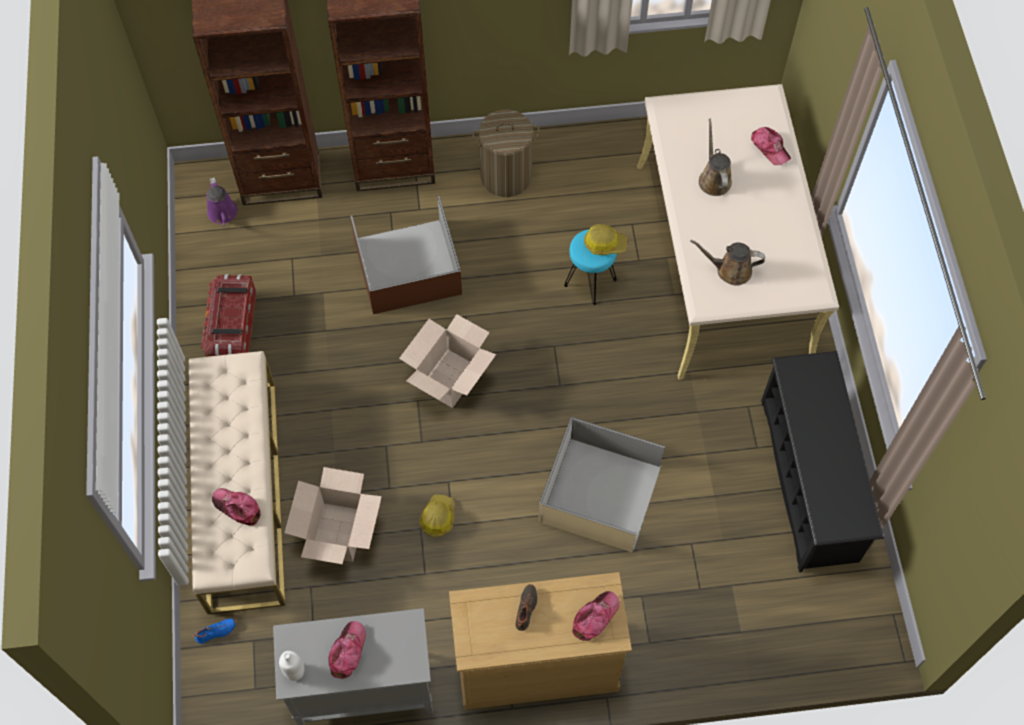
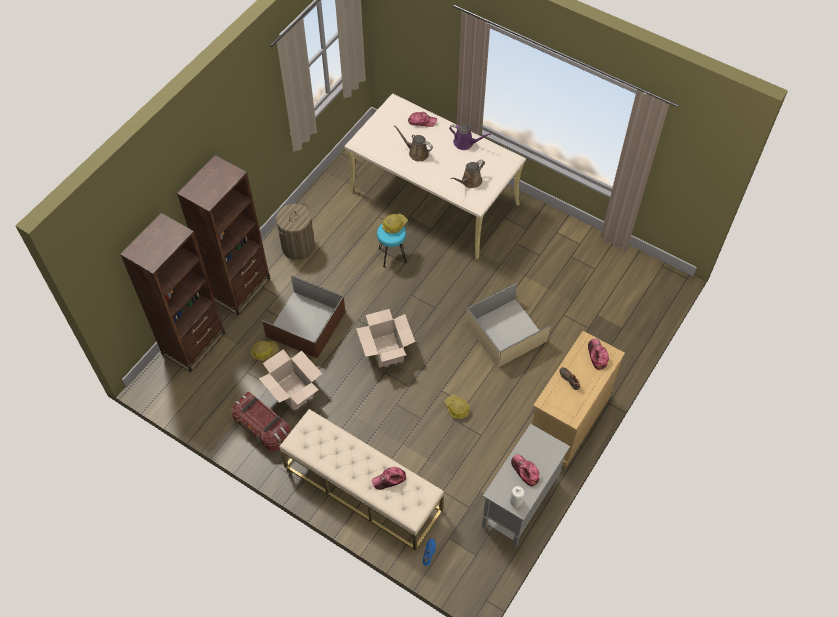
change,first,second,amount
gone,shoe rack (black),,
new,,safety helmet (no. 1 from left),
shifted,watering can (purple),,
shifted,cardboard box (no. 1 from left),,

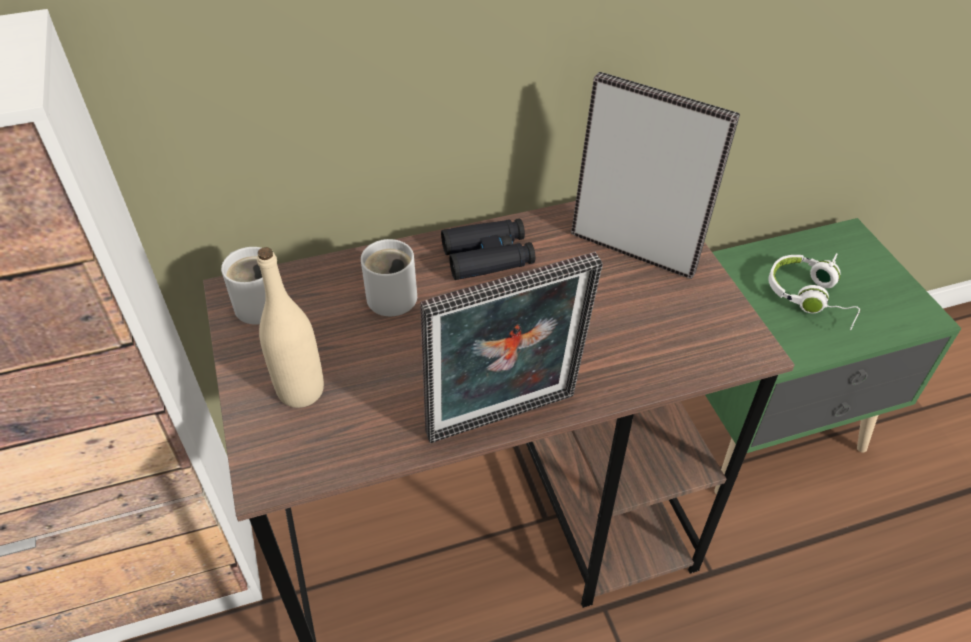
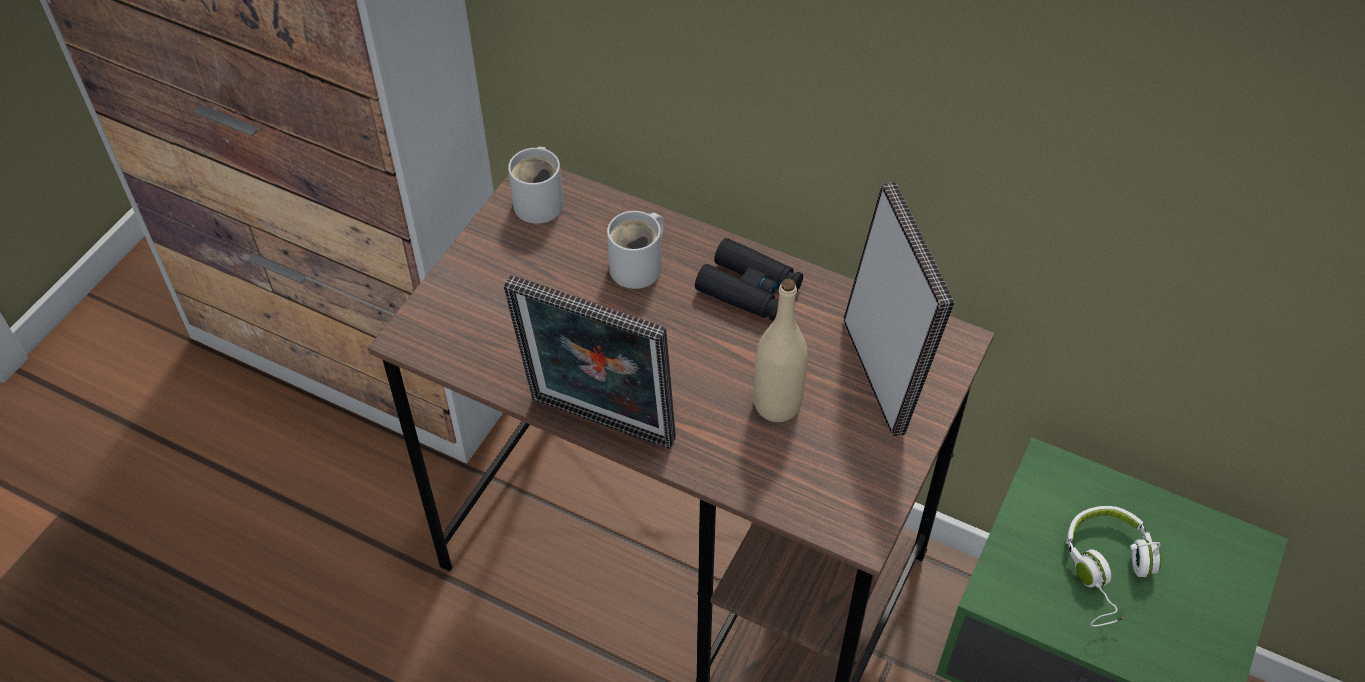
change,first,second,amount
shifted,bottle (sand-coloured),,

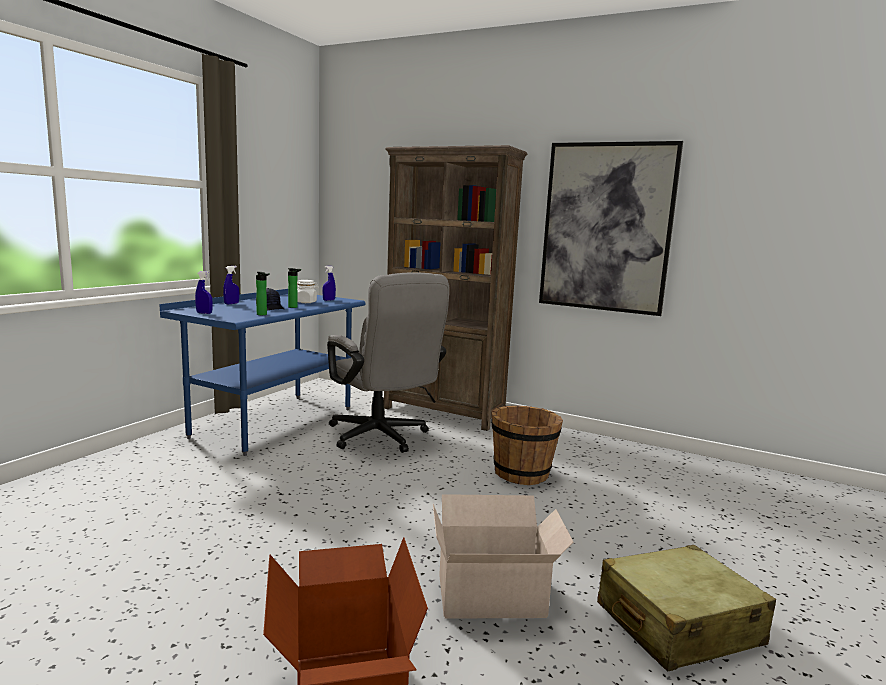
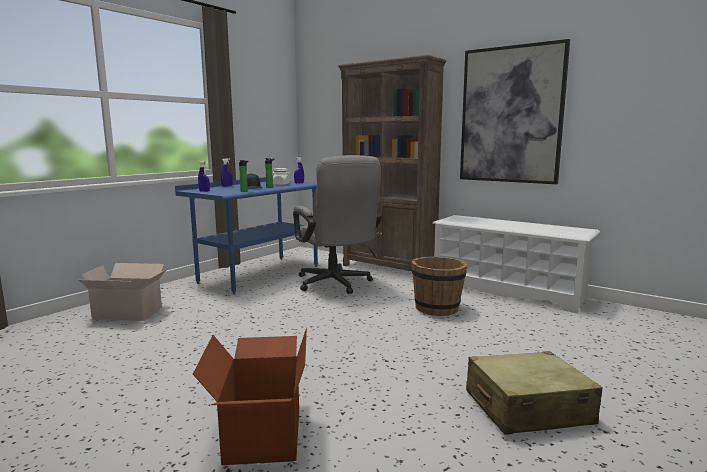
change,first,second,amount
new,,shoe rack (white),
shifted,cardboard box (no. 2 from left in the first image),cardboard box (no. 1 from left),

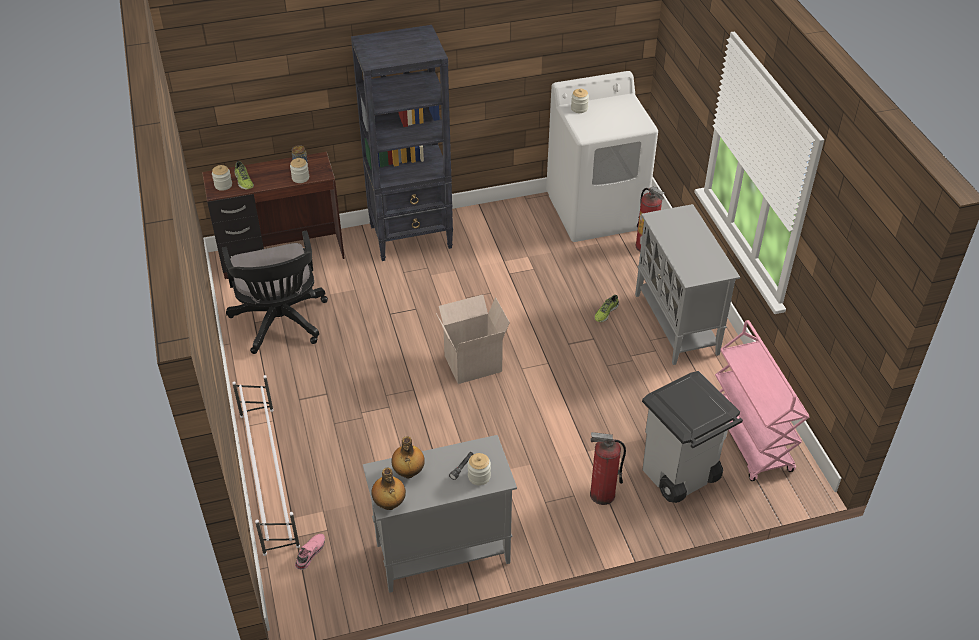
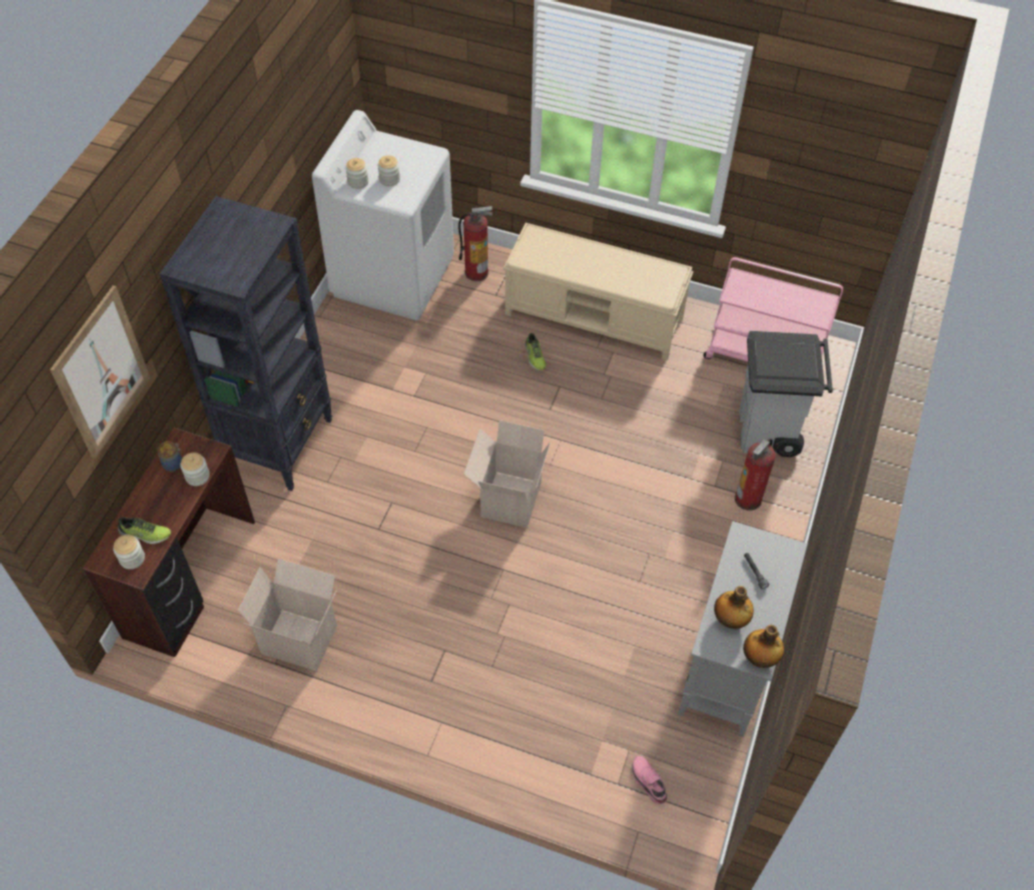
change,first,second,amount
gone,shoe rack (white),,
new,,wall art,
shifted,preserve jar (no. 4 from left in the first image),preserve jar (no. 5 from left),
swapped,office chair (black),cardboard box (no. 1 from left),
swapped,cupboard (gray) (no. 2 from left),bench (sand-coloured),

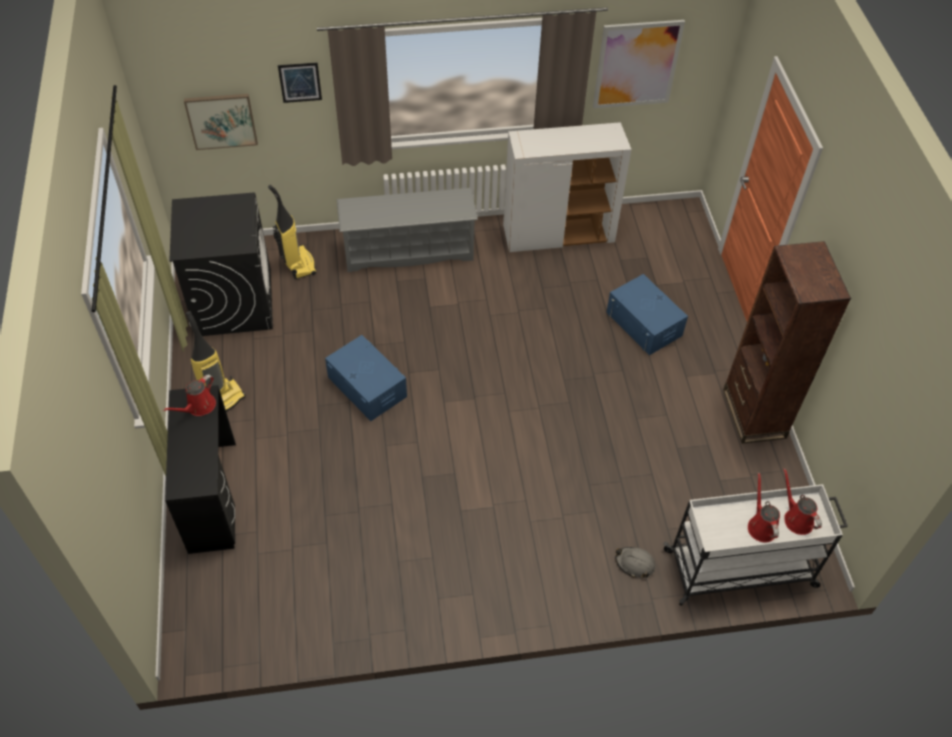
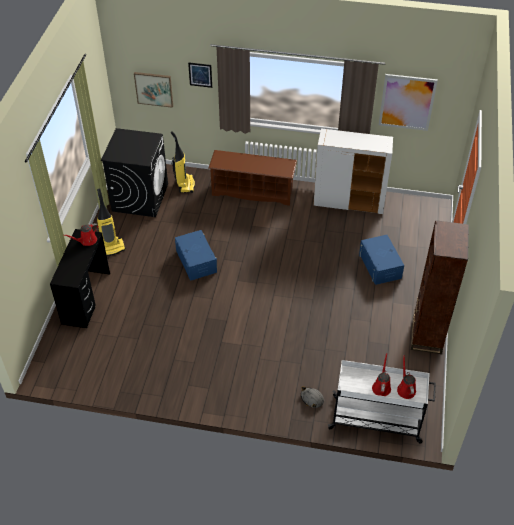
change,first,second,amount
repainted,shoe rack (gray),shoe rack (brown-coloured),

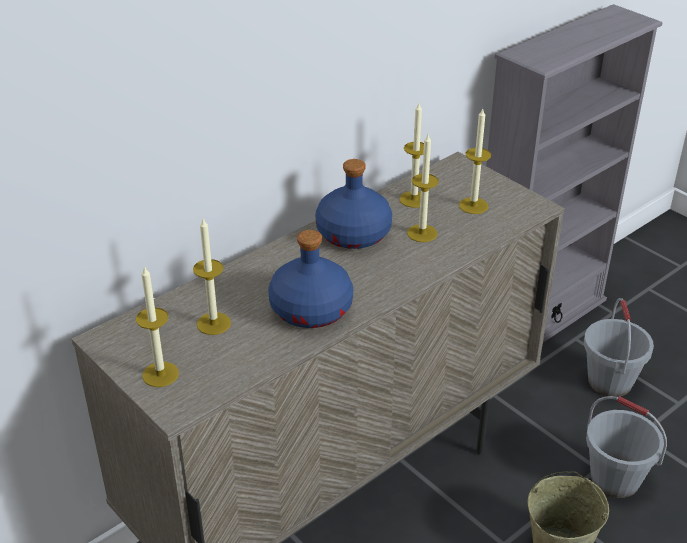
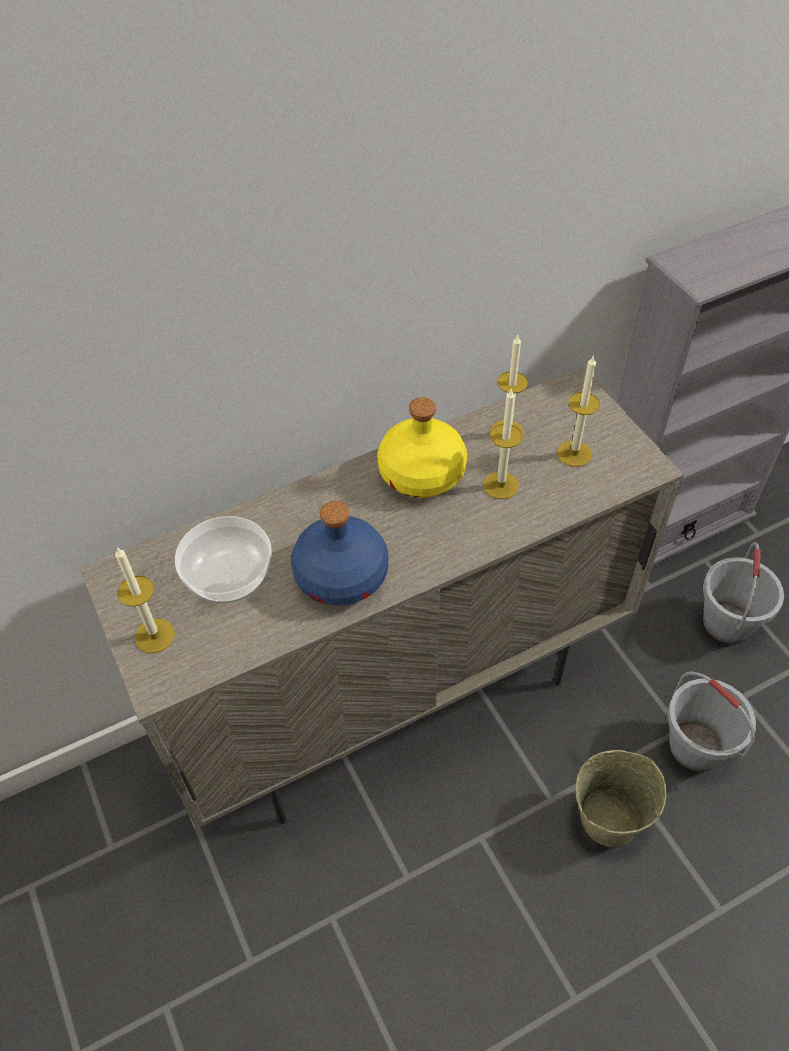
change,first,second,amount
swapped,wax light (no. 2 from left),serving bowl,
repainted,bottle (blue) (no. 2 from left),bottle (yellowish),

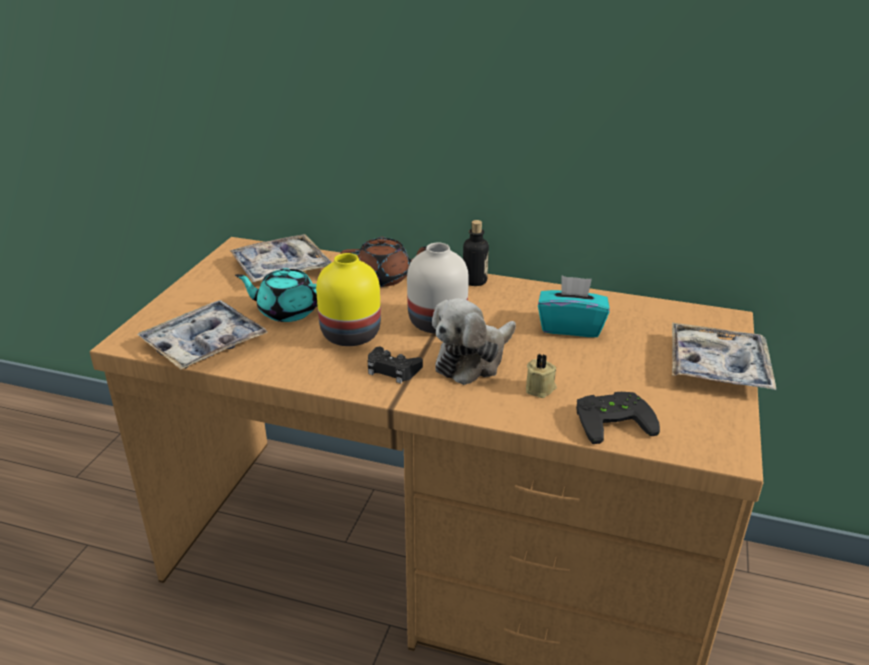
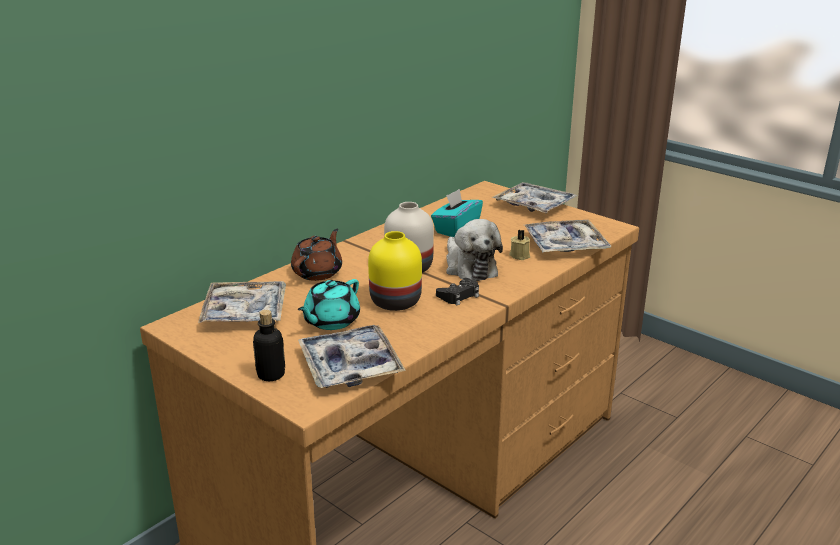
change,first,second,amount
shifted,bottle,,
swapped,gamepad (black) (no. 2 from left),tray (no. 4 from left),

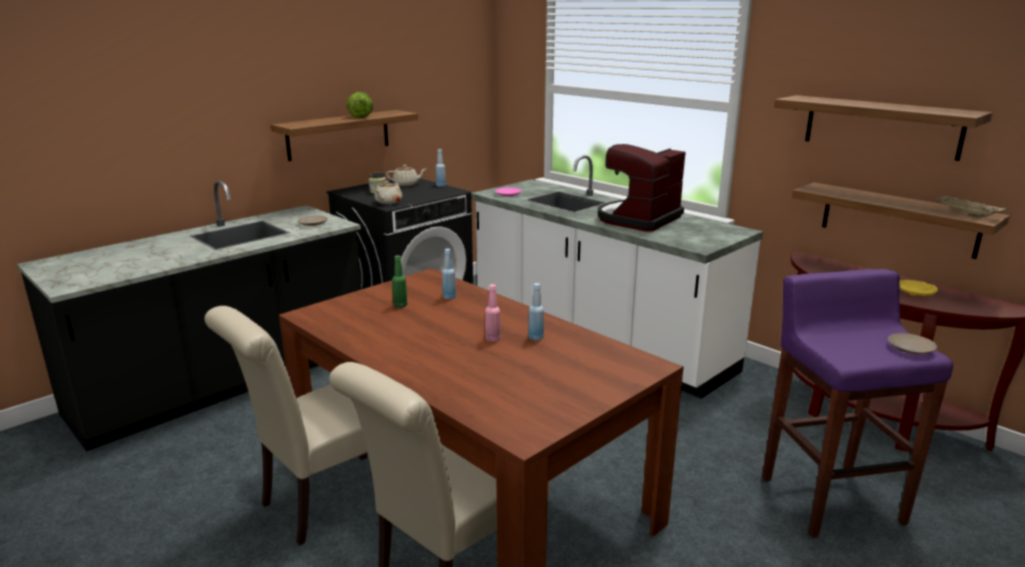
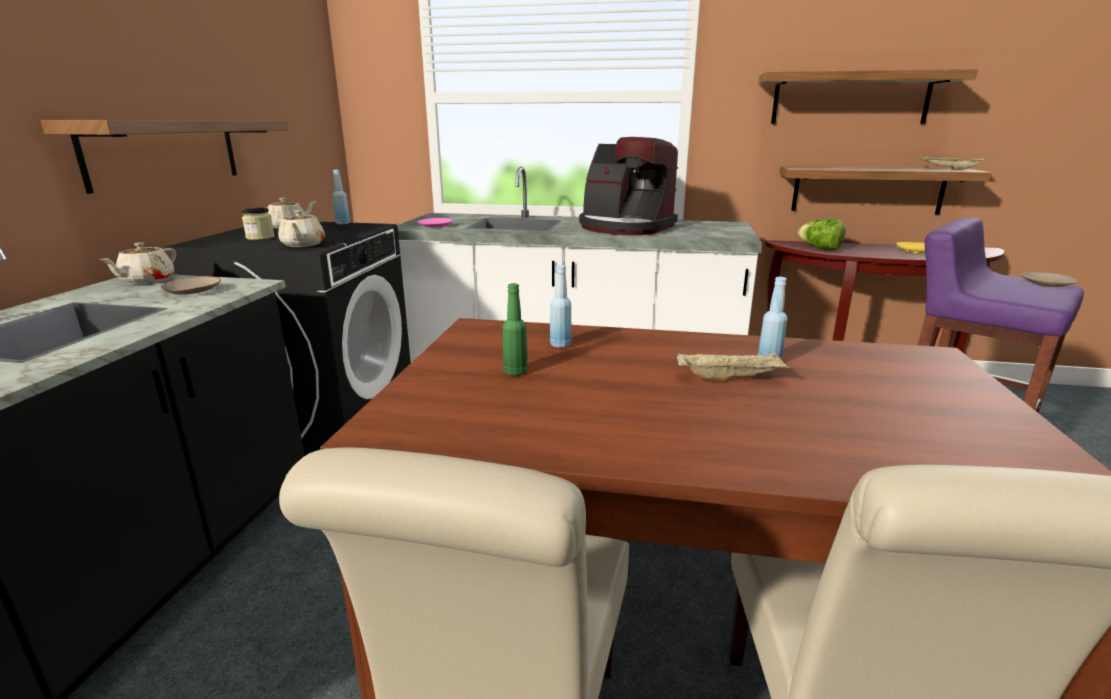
change,first,second,amount
new,,tea pot (sand-coloured) (no. 1 from left),
shifted,lettuce head,,
swapped,bottle (pinkish),tray (sand-coloured) (no. 1 from left),
rotated,coffee machine,,60 degrees counterclockwise

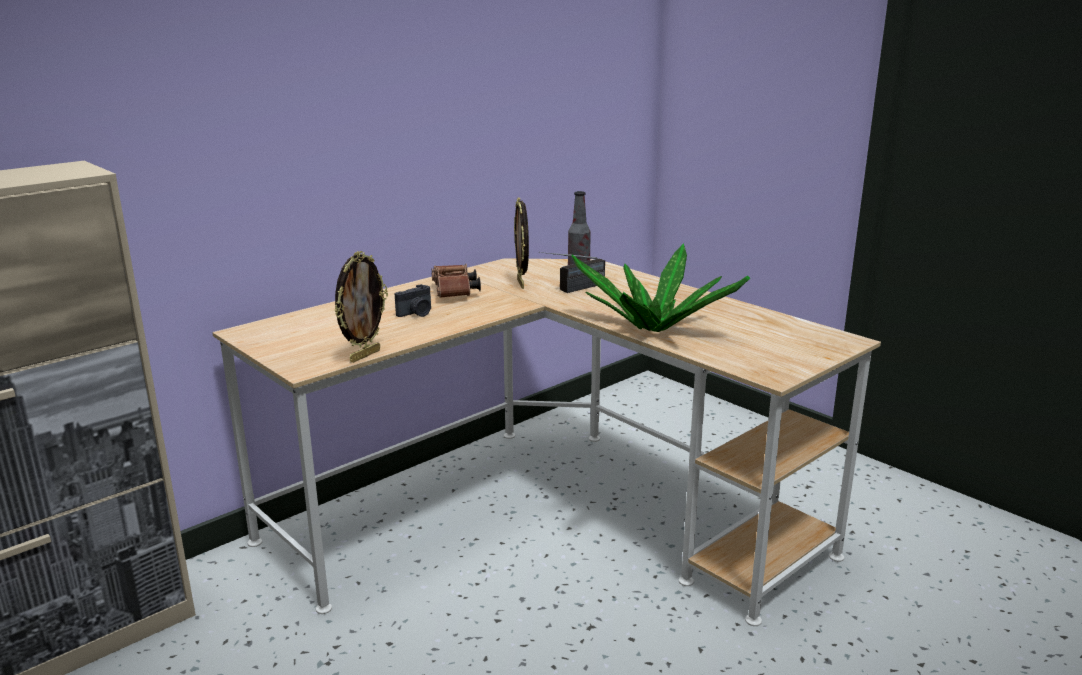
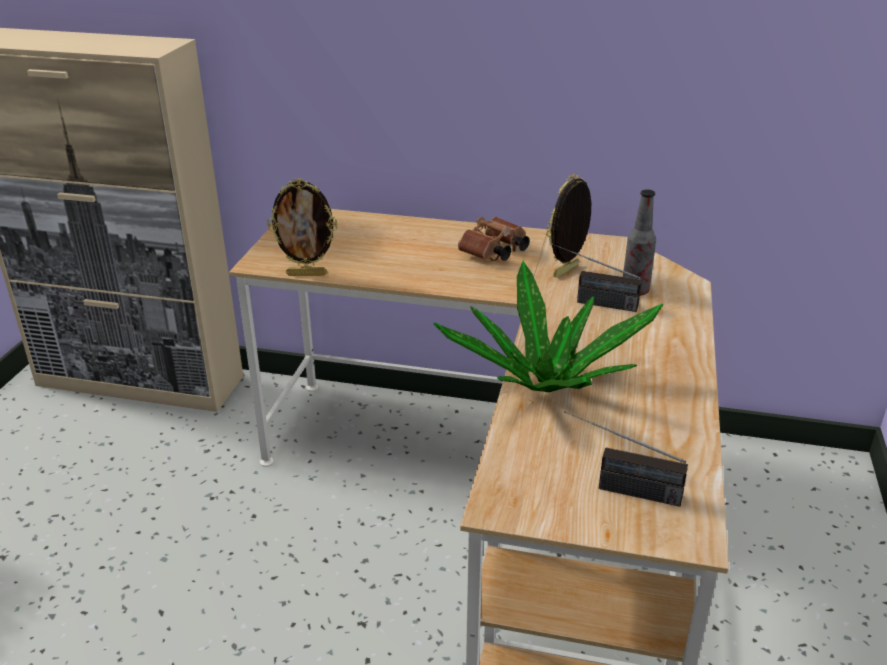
change,first,second,amount
gone,still camera,,
new,,radio set (no. 2 from left),

